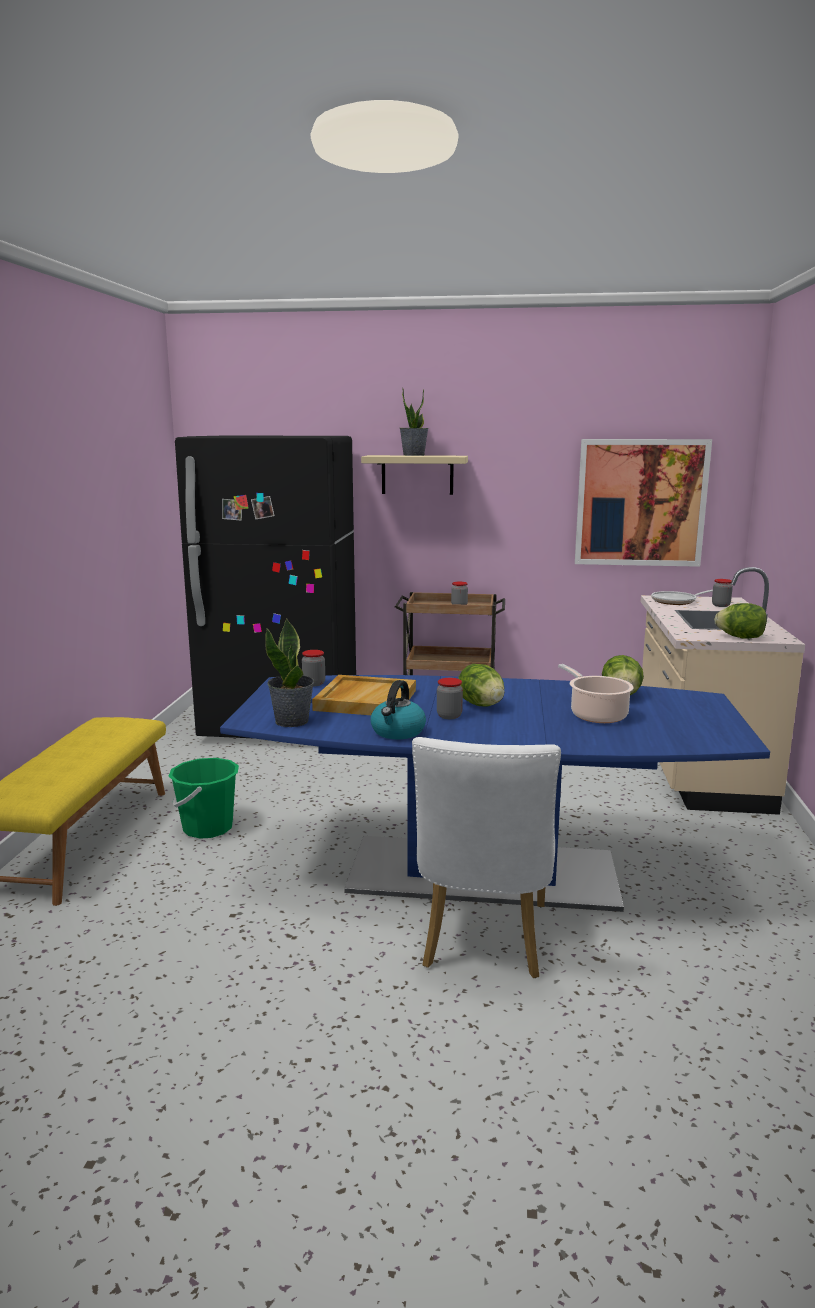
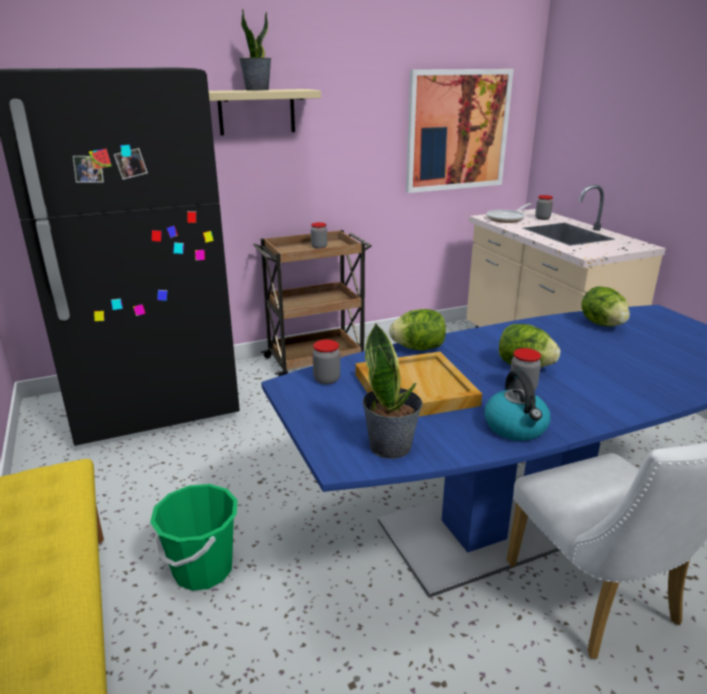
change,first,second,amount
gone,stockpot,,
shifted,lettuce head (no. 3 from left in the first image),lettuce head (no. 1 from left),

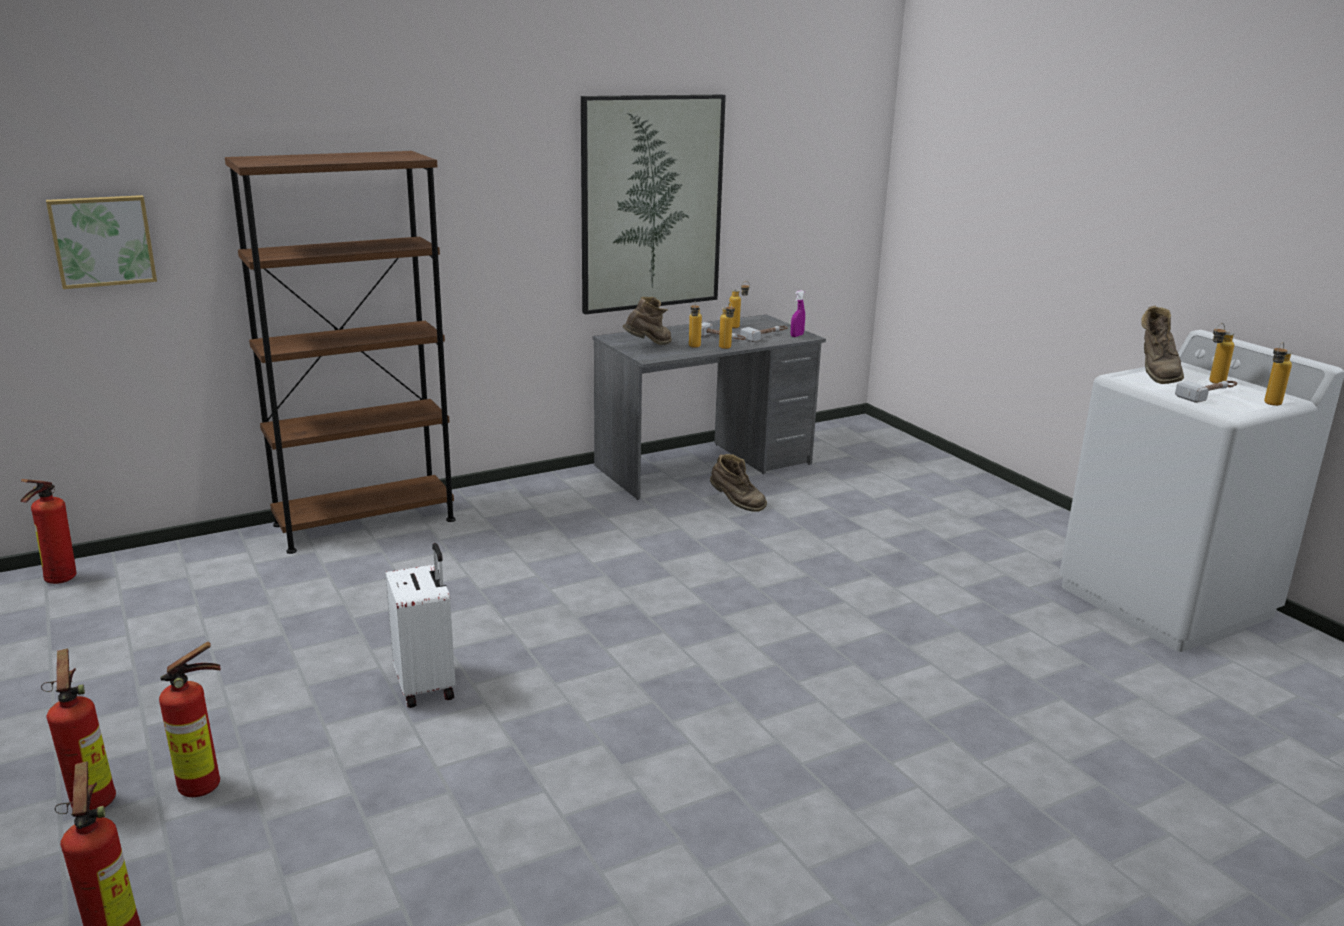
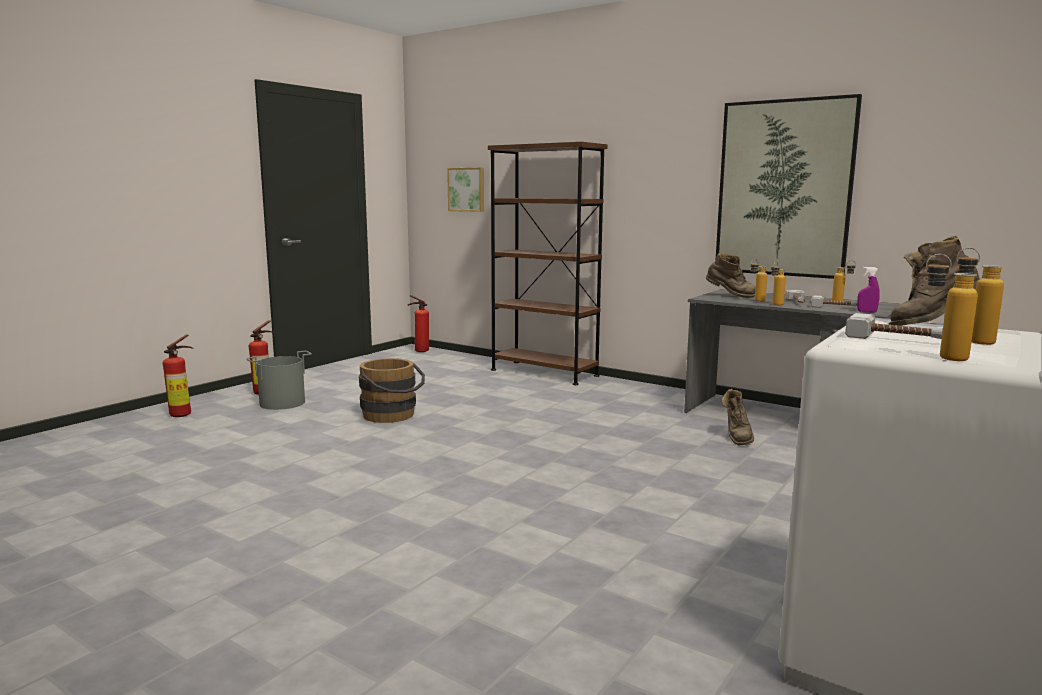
change,first,second,amount
swapped,extinguisher (no. 4 from left),water bucket (gray),
swapped,piece of luggage (white),water bucket (brown-coloured),

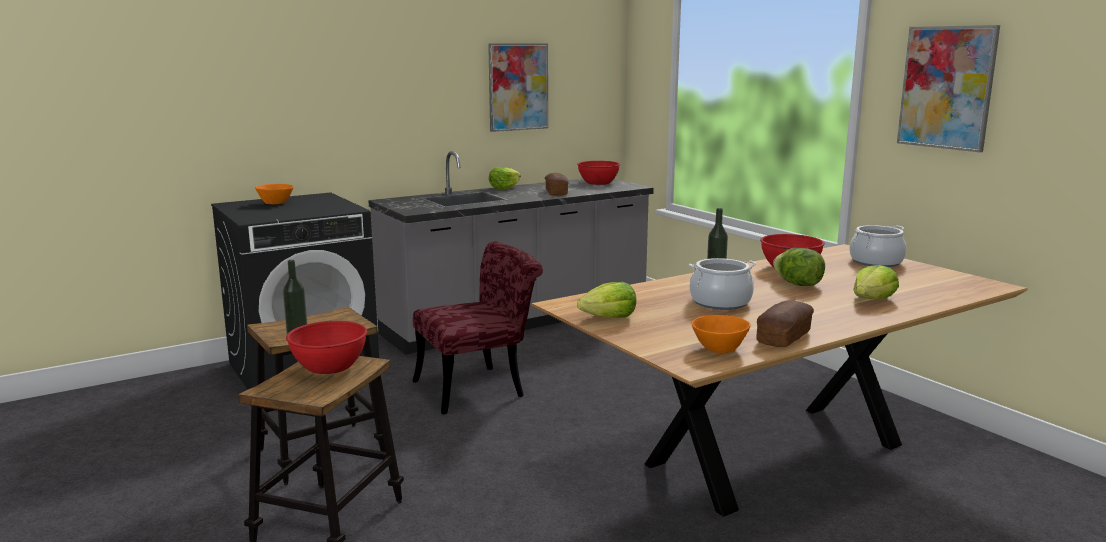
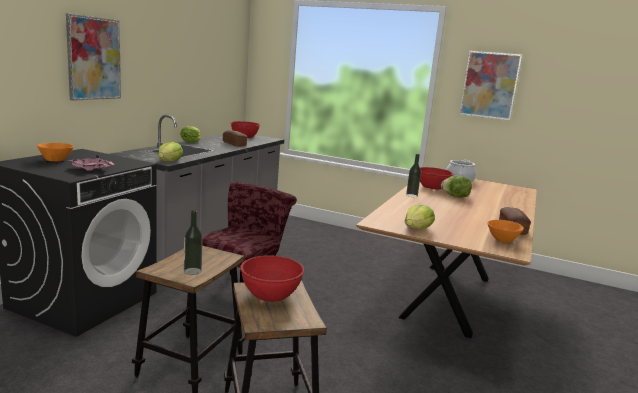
change,first,second,amount
gone,stockpot (no. 1 from left),,
new,,tray (pinkish),
shifted,wall art (no. 1 from left),,
shifted,lettuce head (no. 4 from left in the first image),lettuce head (no. 1 from left),

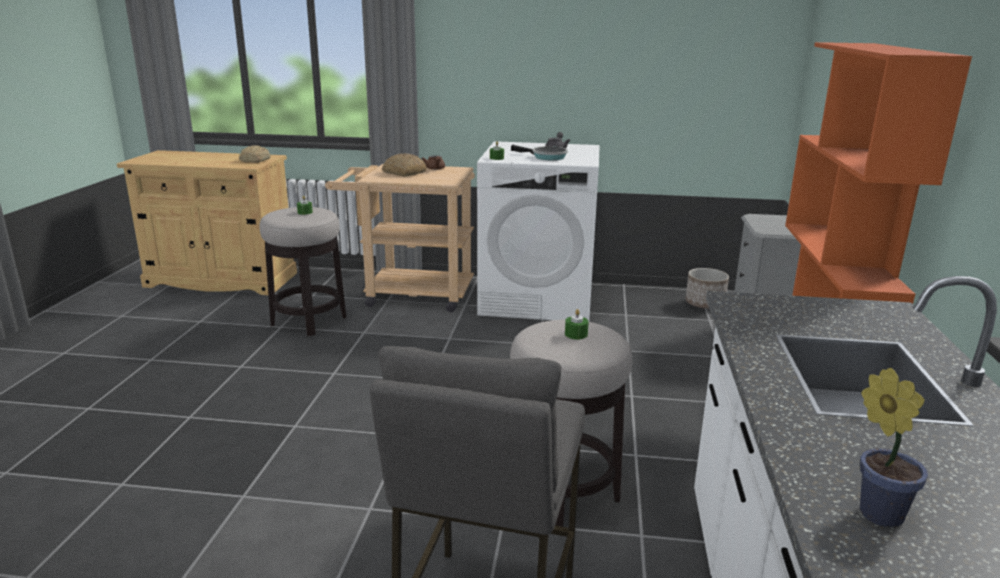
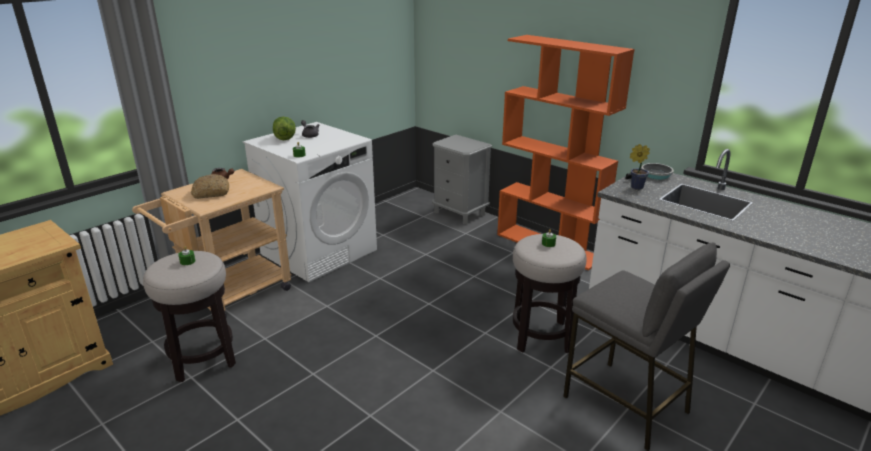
change,first,second,amount
gone,bread (no. 1 from left),,
gone,plant pot,,
new,,lettuce head,
shifted,skillet,,
shifted,potted plant,,

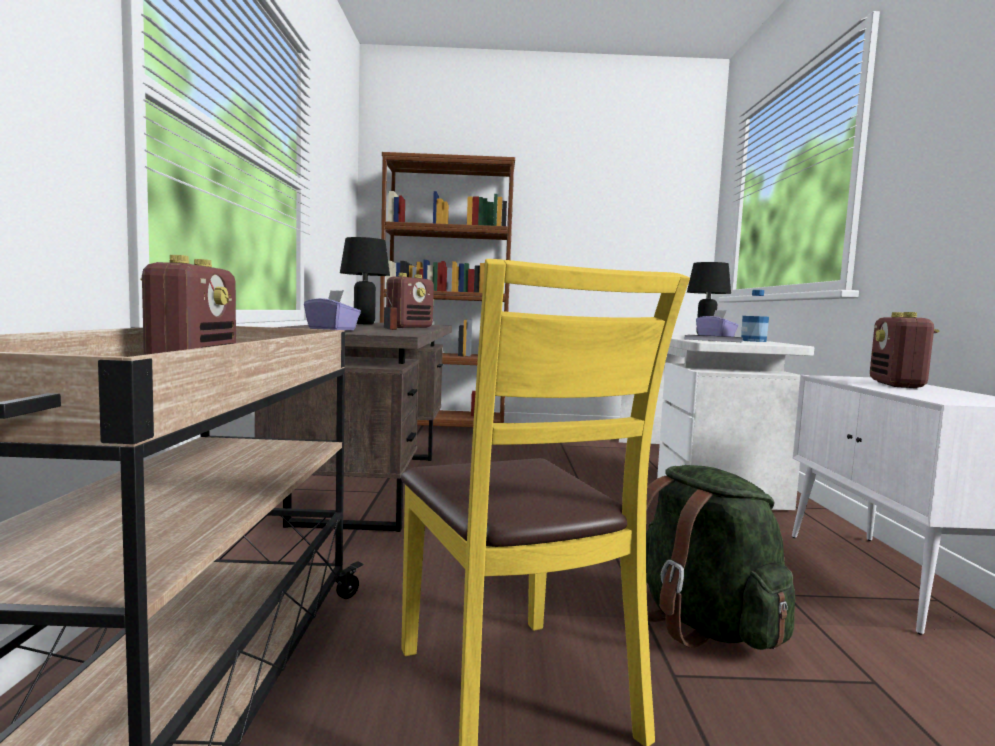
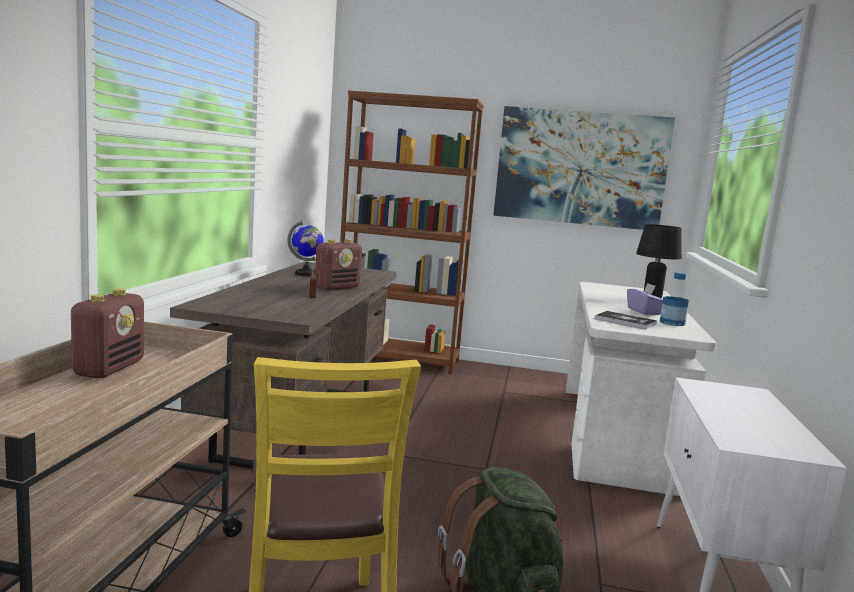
change,first,second,amount
gone,box of tissues (purple) (no. 1 from left),,
gone,radio set (no. 4 from left),,
new,,wall art,
swapped,lamp for a table (black) (no. 1 from left),desk globe,

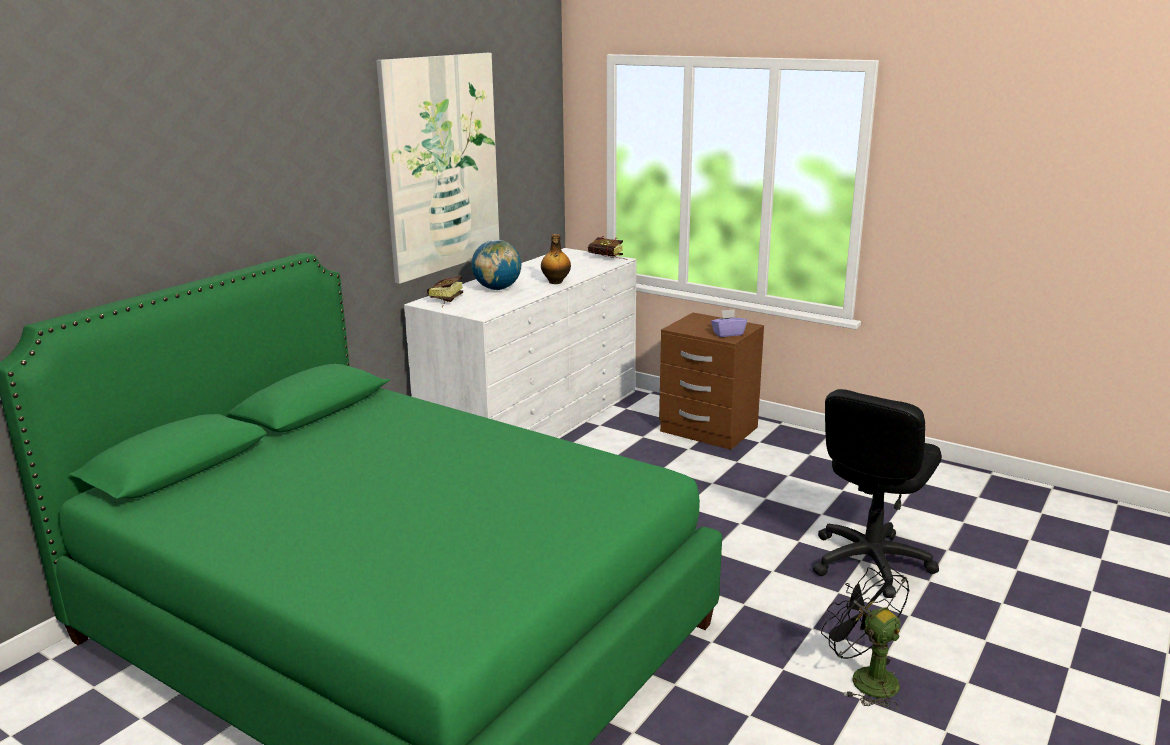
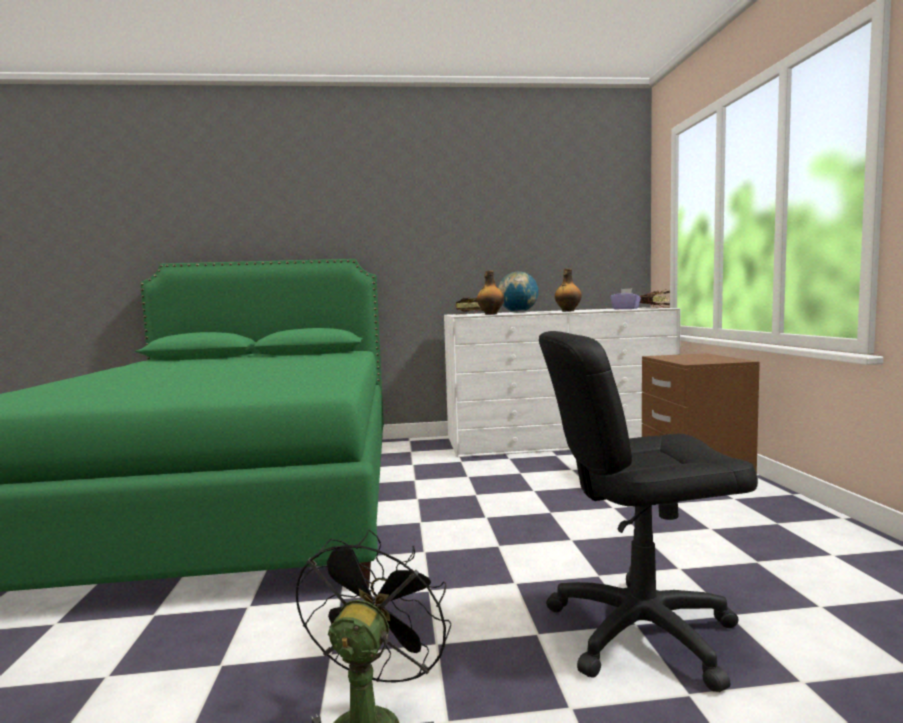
change,first,second,amount
gone,wall art,,
new,,bottle (no. 1 from left),
shifted,box of tissues (purple),,

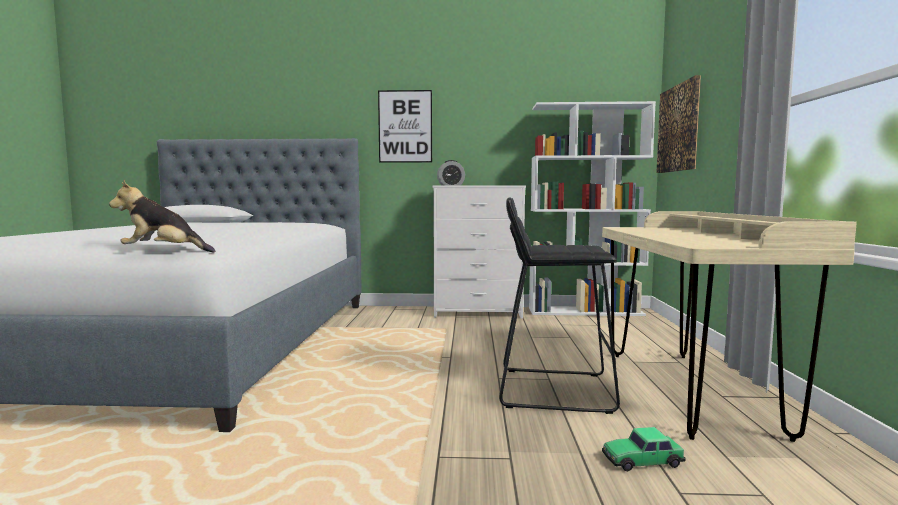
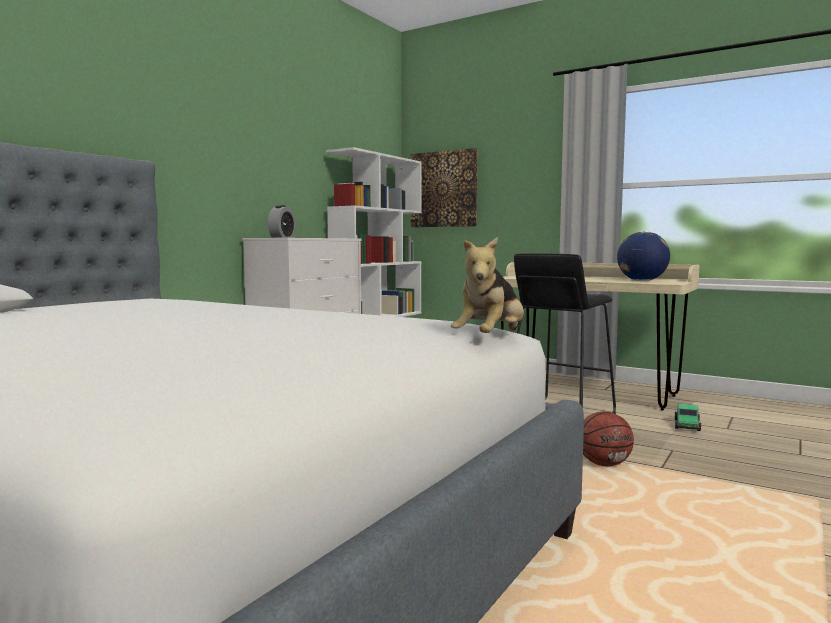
change,first,second,amount
gone,wall art (no. 1 from left),,
new,,basketball ball,
new,,desk globe,

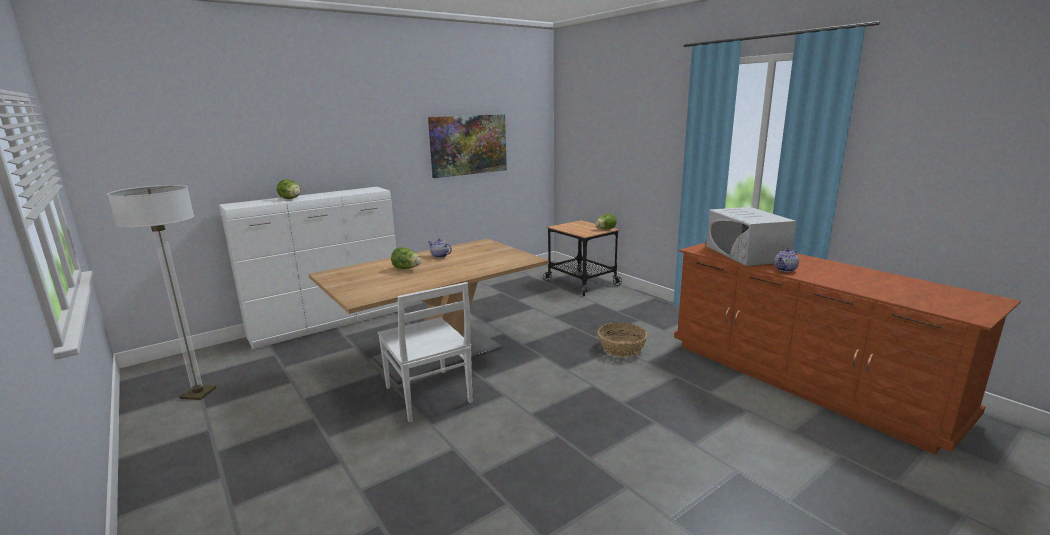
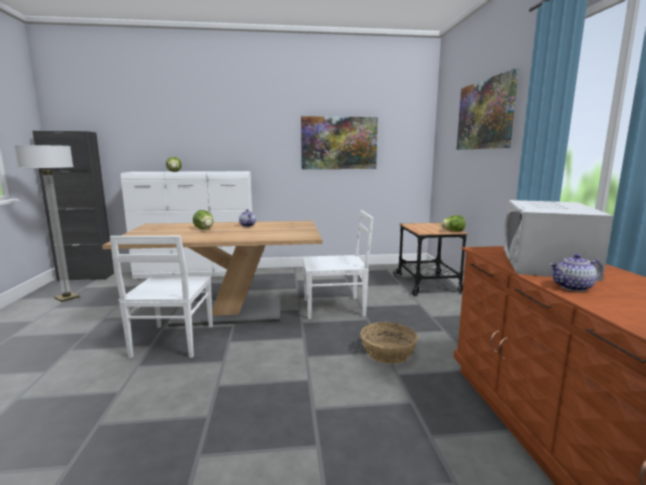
change,first,second,amount
new,,cupboard (black),
new,,plain chair (white) (no. 2 from left),
new,,wall art (no. 2 from left),

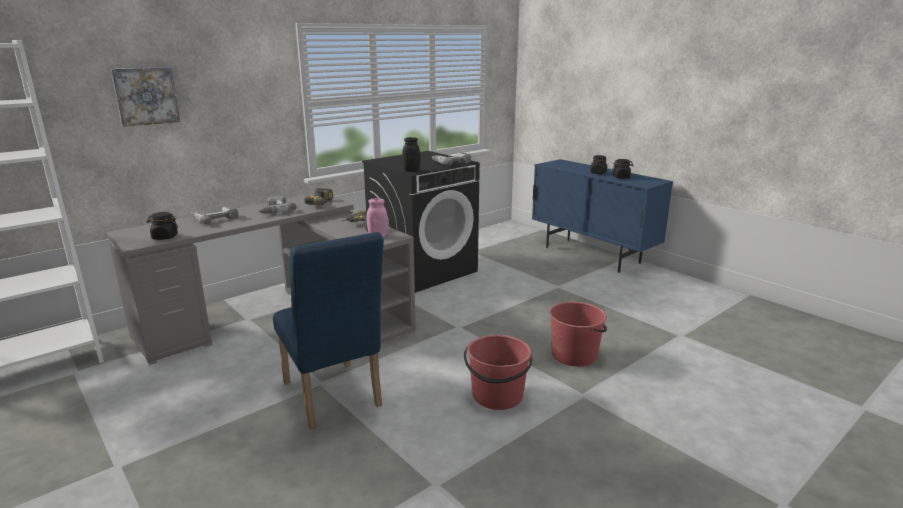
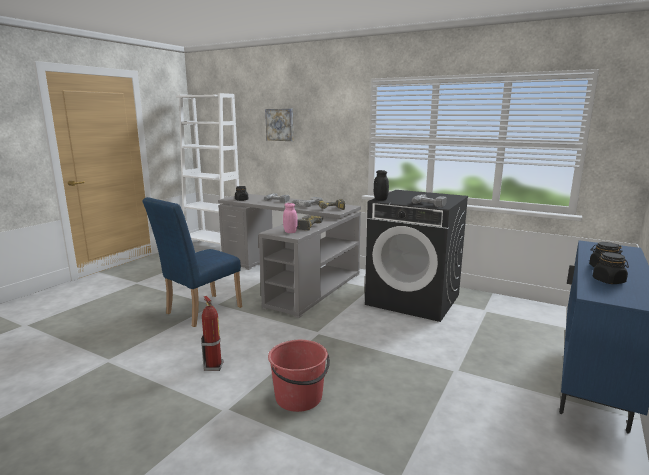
change,first,second,amount
swapped,water bucket (reddish) (no. 1 from left),extinguisher,

